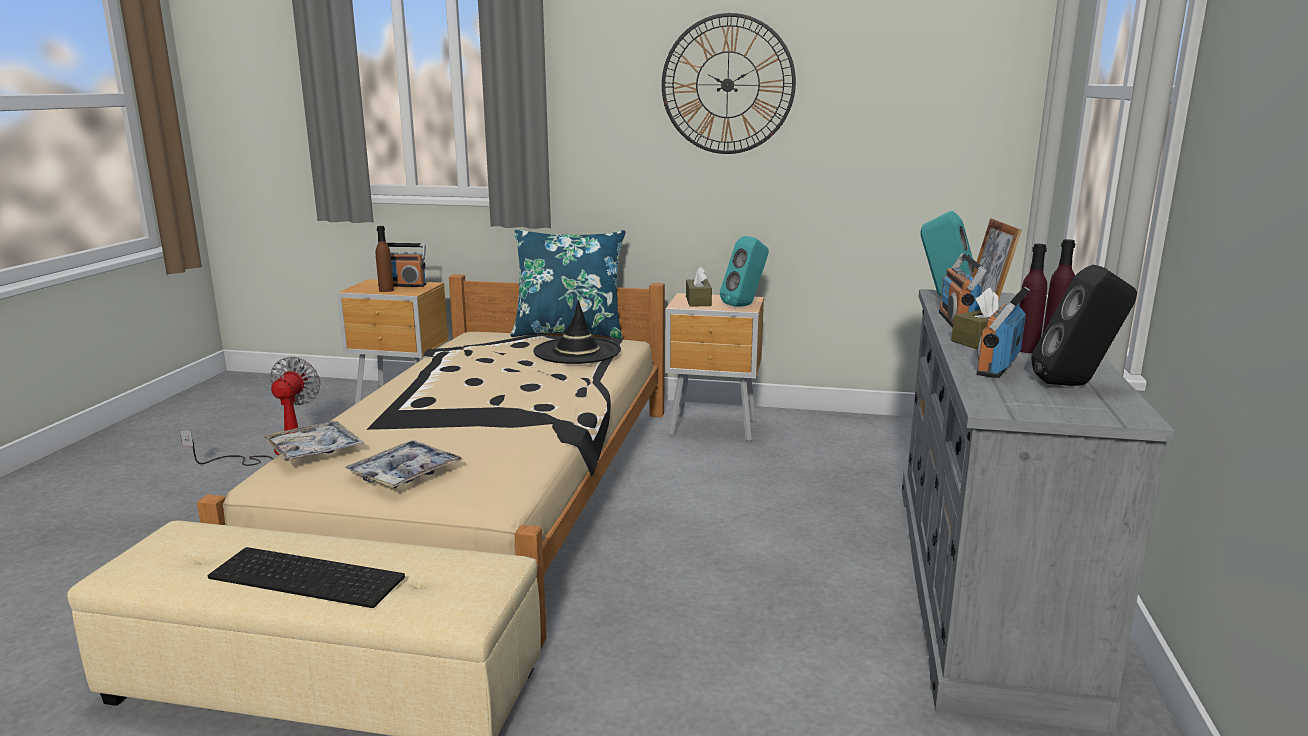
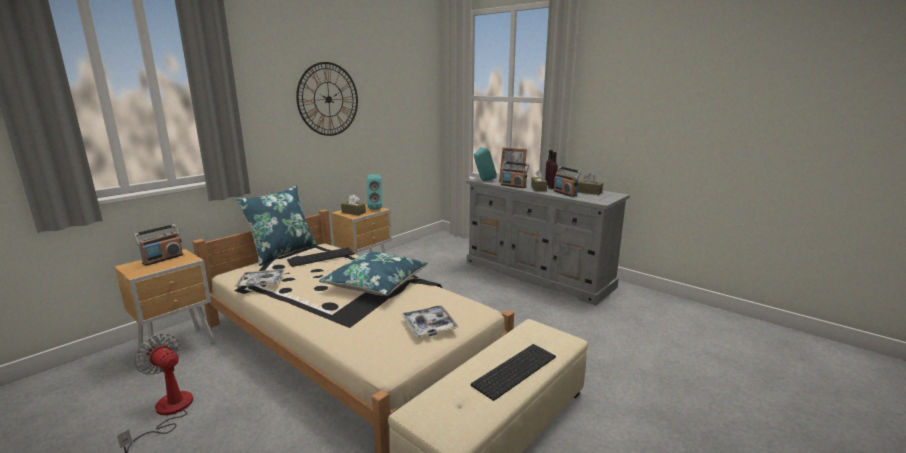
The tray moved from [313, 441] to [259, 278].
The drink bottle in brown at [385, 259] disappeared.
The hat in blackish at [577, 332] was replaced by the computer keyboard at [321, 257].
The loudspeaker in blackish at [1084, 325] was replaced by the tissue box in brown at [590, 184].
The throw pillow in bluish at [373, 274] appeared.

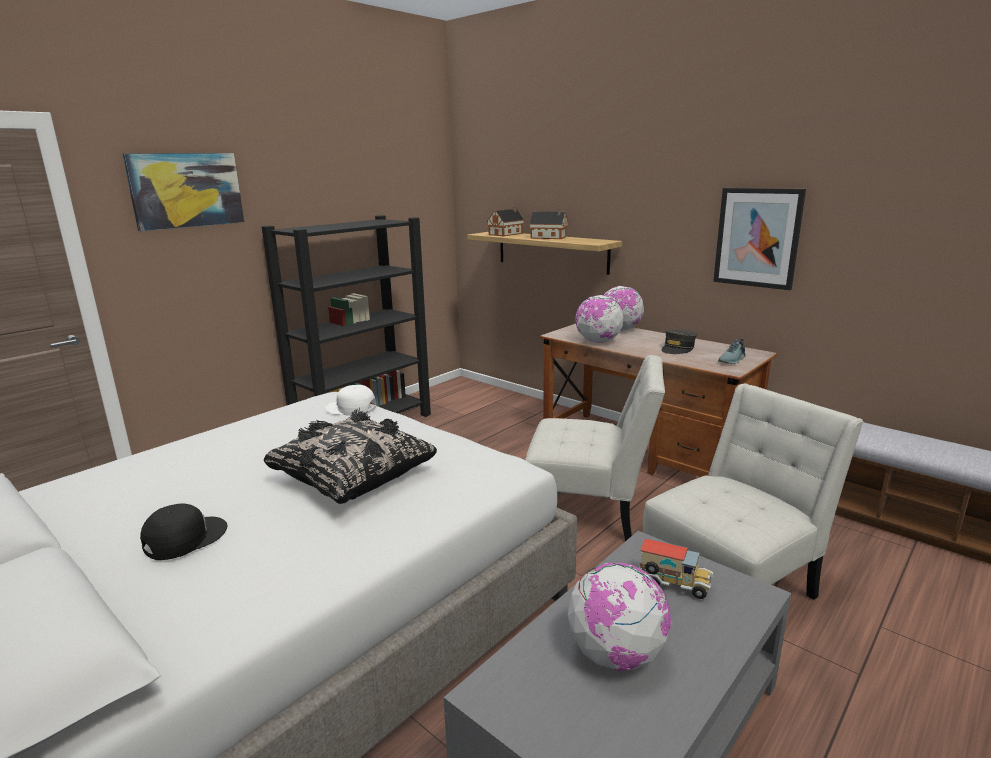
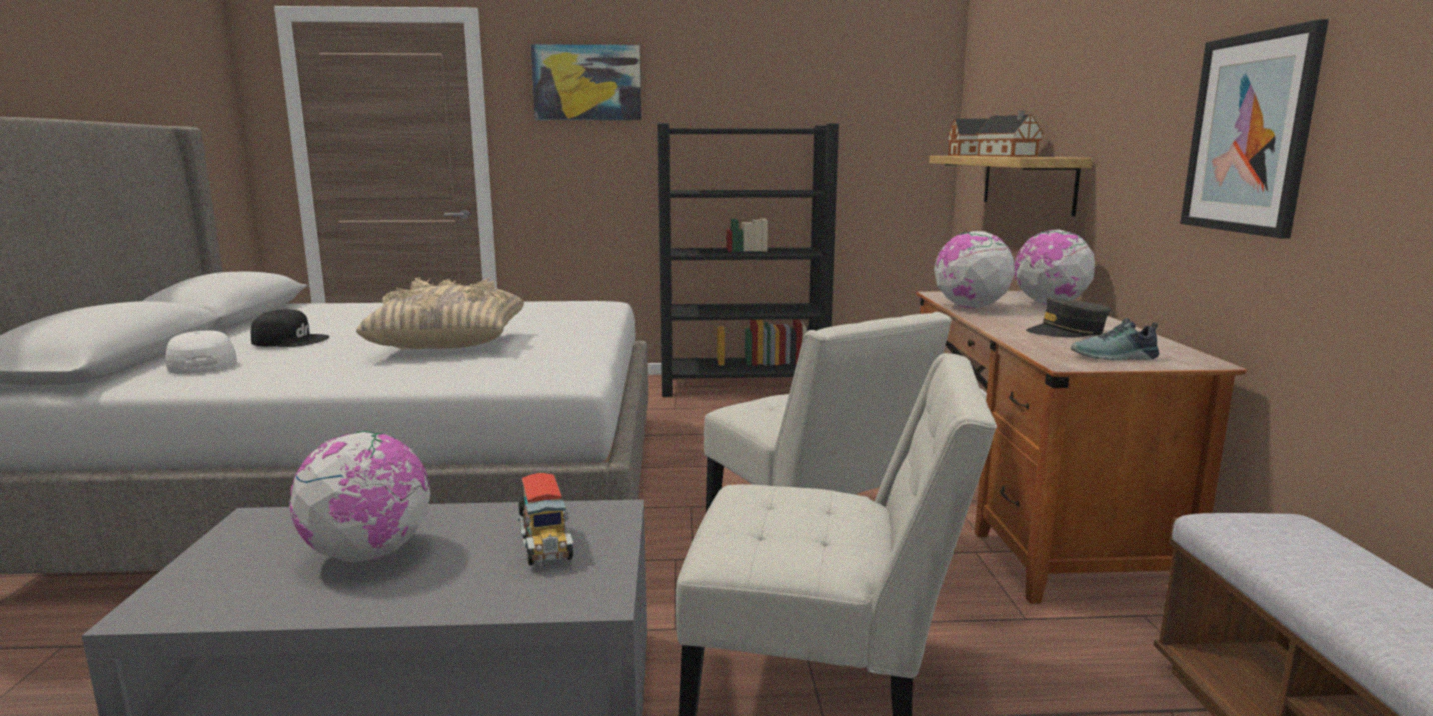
The throw pillow in blackish at [350, 456] became the throw pillow in sand-coloured at [440, 313].
The peaked cap in white moved from [351, 400] to [201, 352].

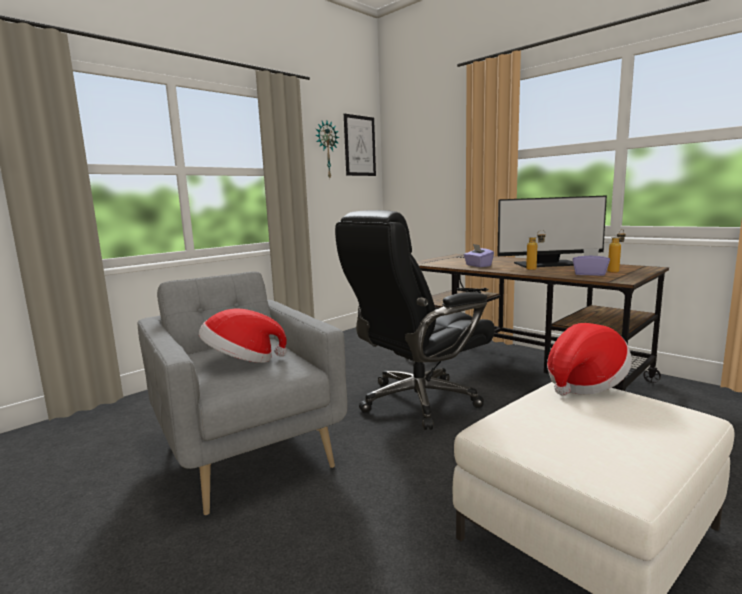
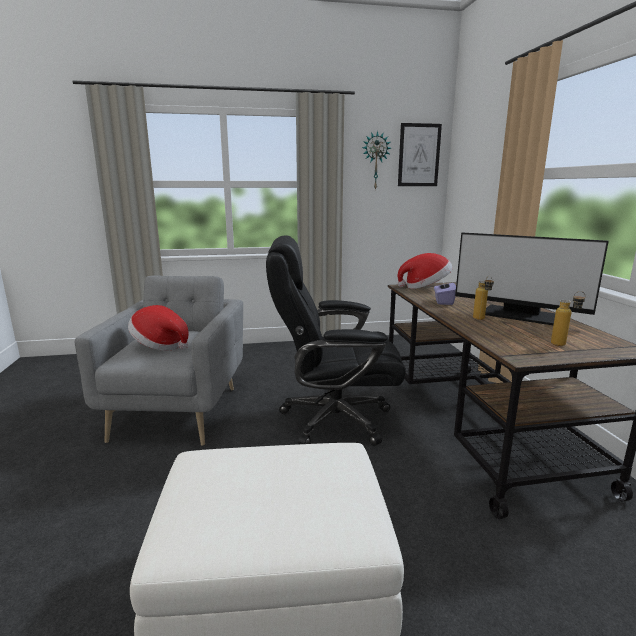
The hat moved from [589, 359] to [425, 271].
The tissue box in purplish at [591, 262] disappeared.

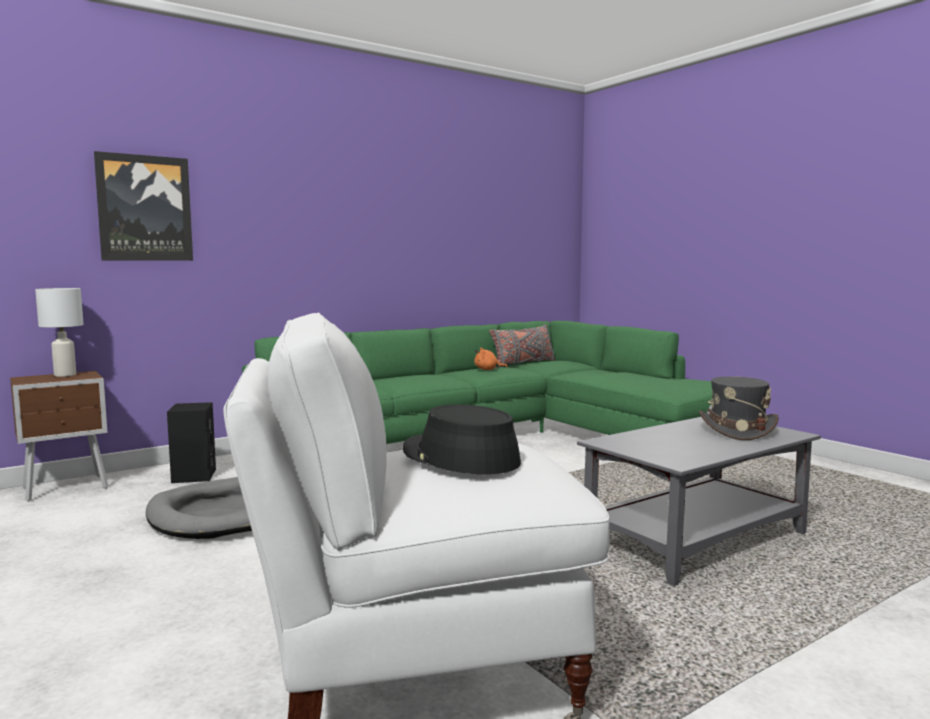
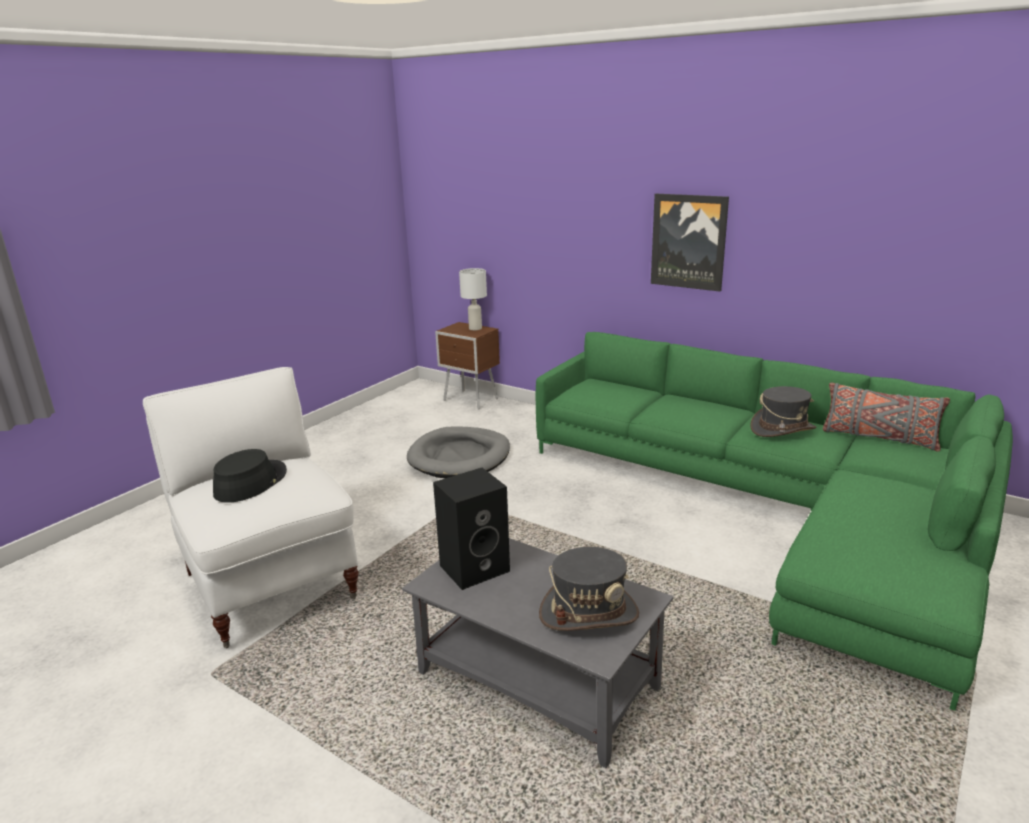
The wall art moved from [143, 206] to [690, 243].
The loudspeaker in blackish moved from [191, 442] to [471, 529].
The soft toy in orange-coloured at [491, 359] was replaced by the hat in greyish at [783, 411].

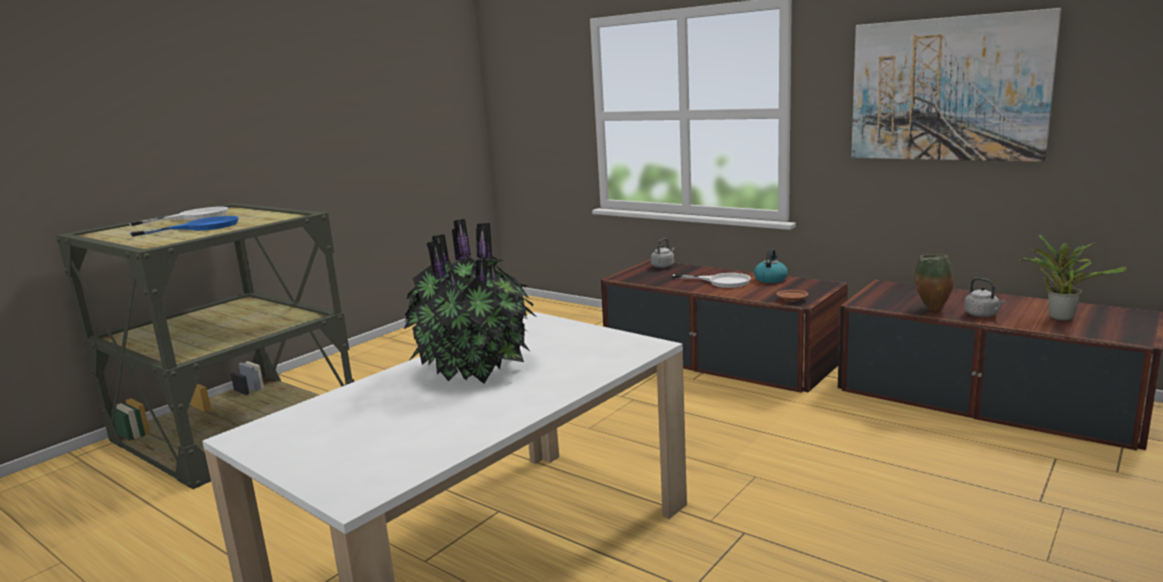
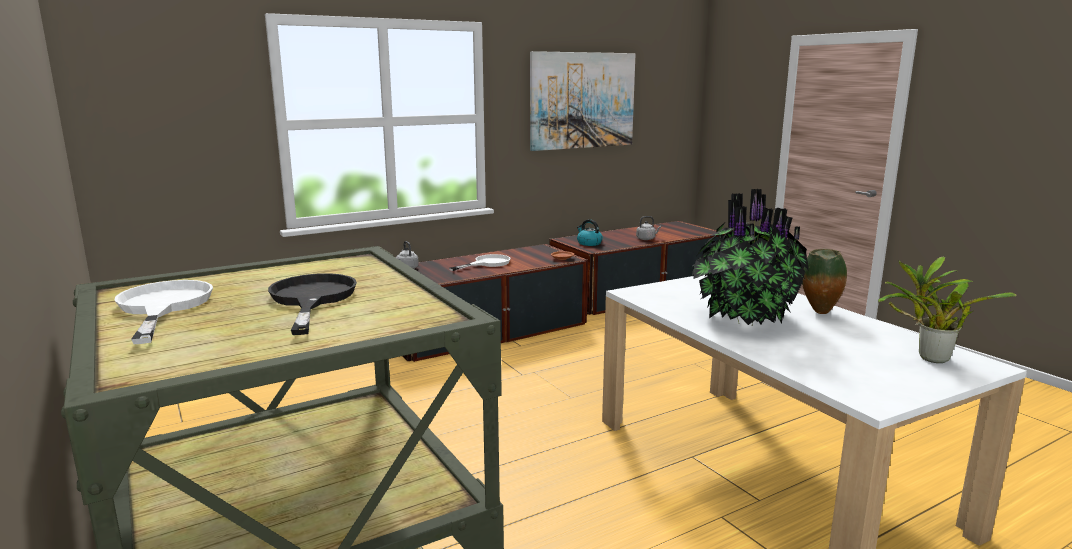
The skillet in bluish at [184, 226] became the skillet in blackish at [312, 304].
The kettle moved from [771, 266] to [590, 232].
The decorative vase moved from [934, 282] to [825, 281].
The potted plant moved from [1072, 277] to [947, 309].

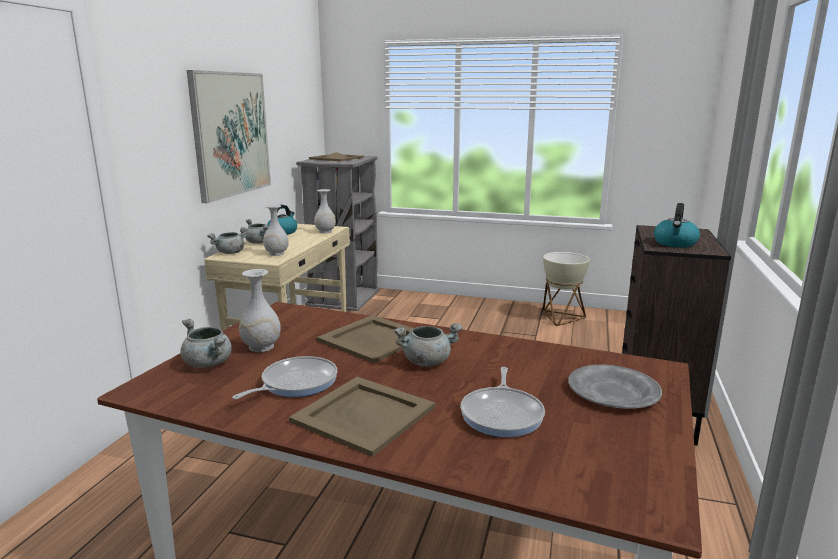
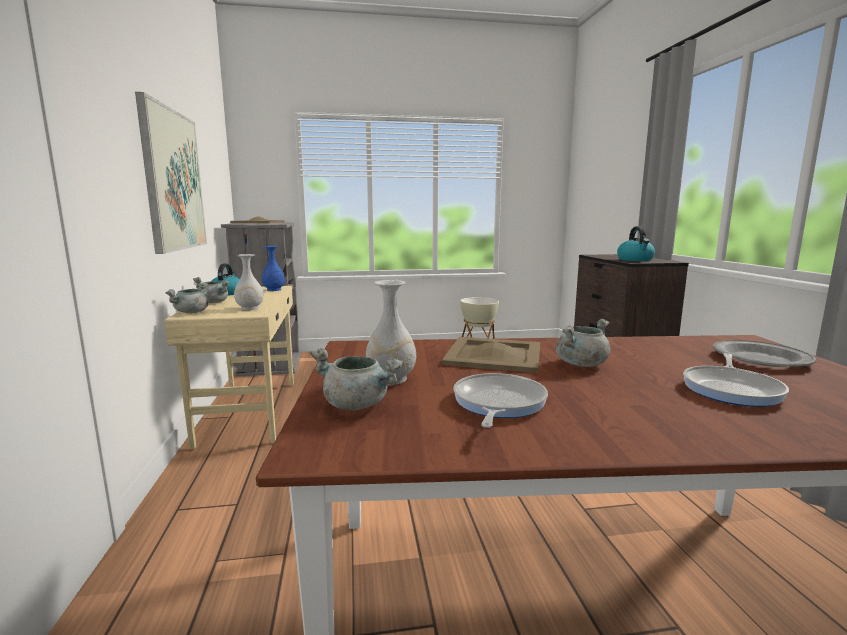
The tray in sand-coloured at [362, 417] disappeared.
The decorative vase in white at [325, 211] became the decorative vase in bluish at [273, 268].
The skillet at [503, 402] turned 45 degrees clockwise.

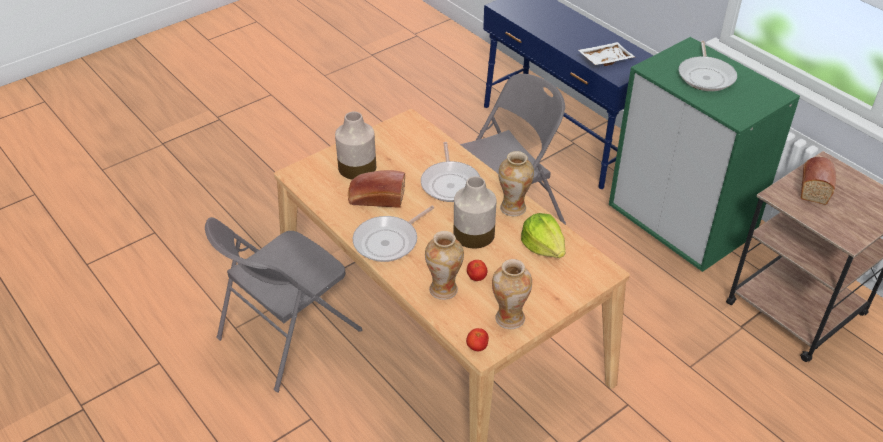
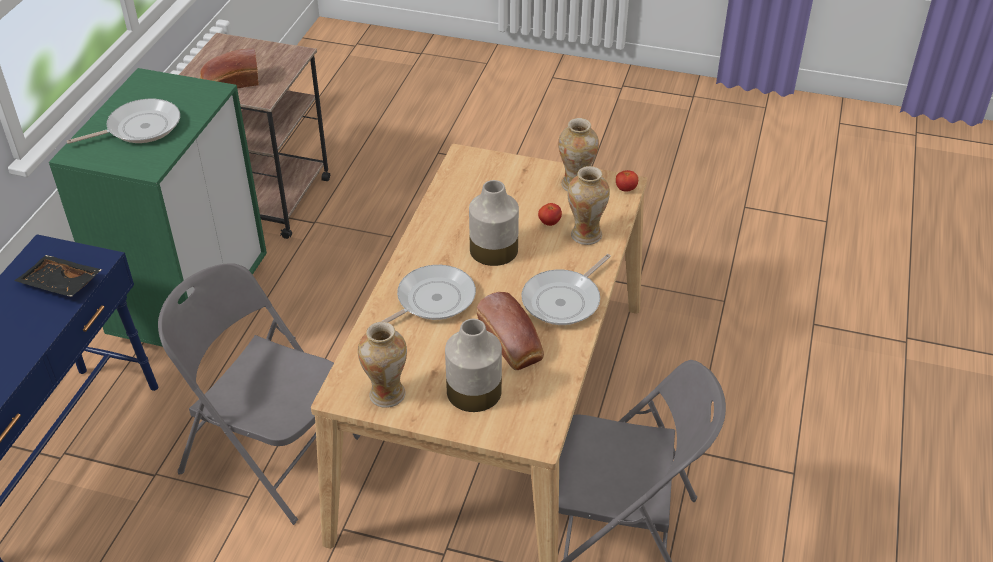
The skillet at [393, 234] turned 120 degrees clockwise.
The decorative vase moved from [516, 183] to [382, 365].
The lettuce head at [543, 235] disappeared.
The tray in white at [606, 54] became the tray in blackish at [58, 276].

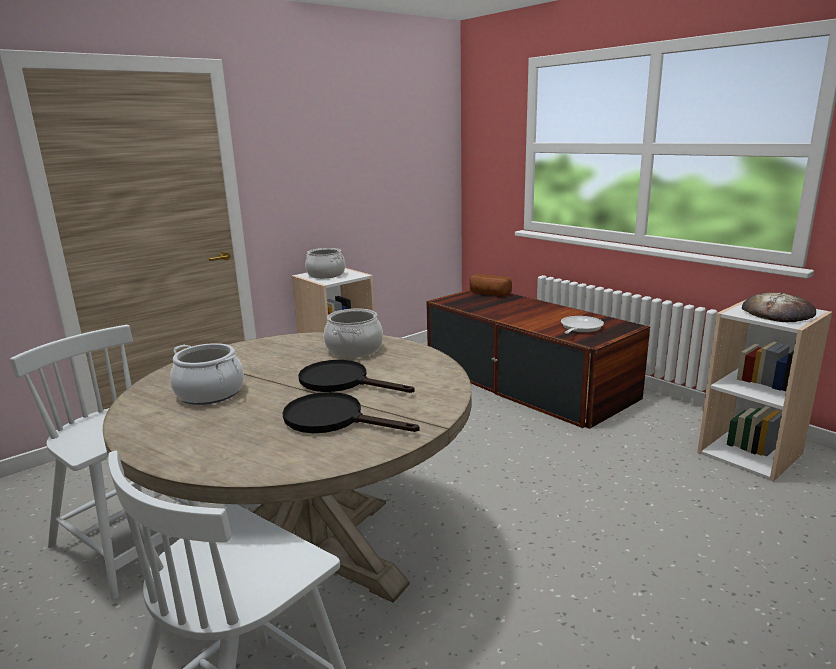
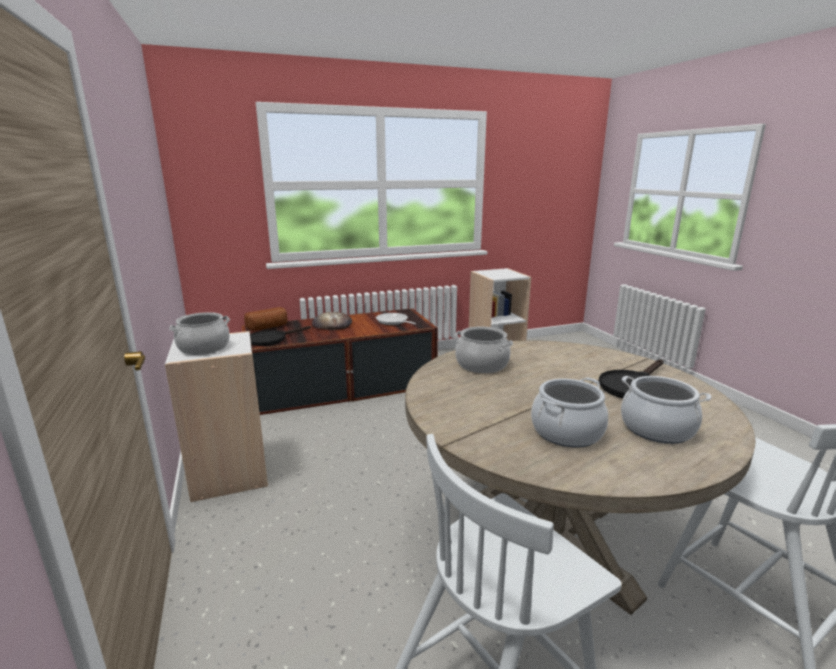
The skillet in blackish moved from [356, 376] to [280, 336].
The baked bread moved from [779, 307] to [332, 321].
The saucepot at [666, 410] appeared.

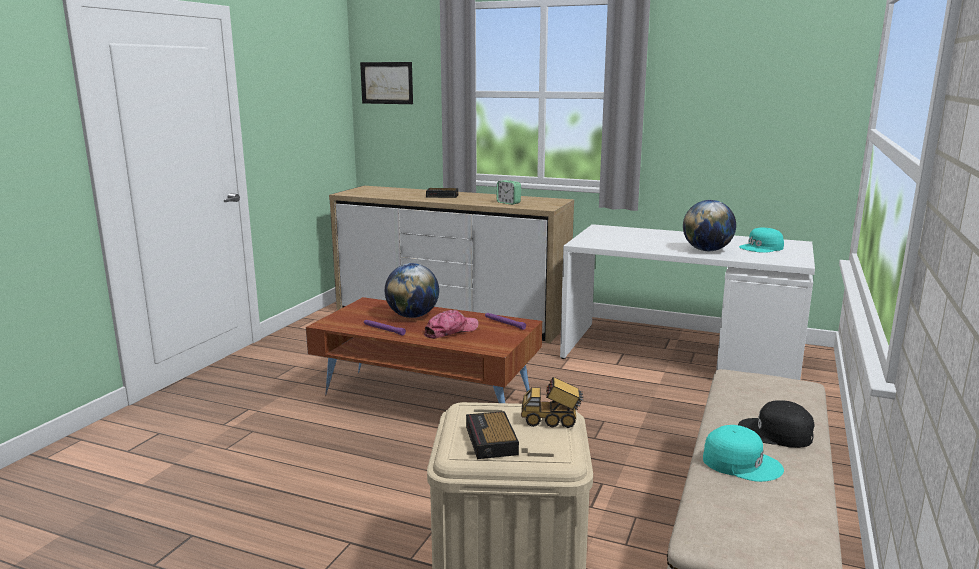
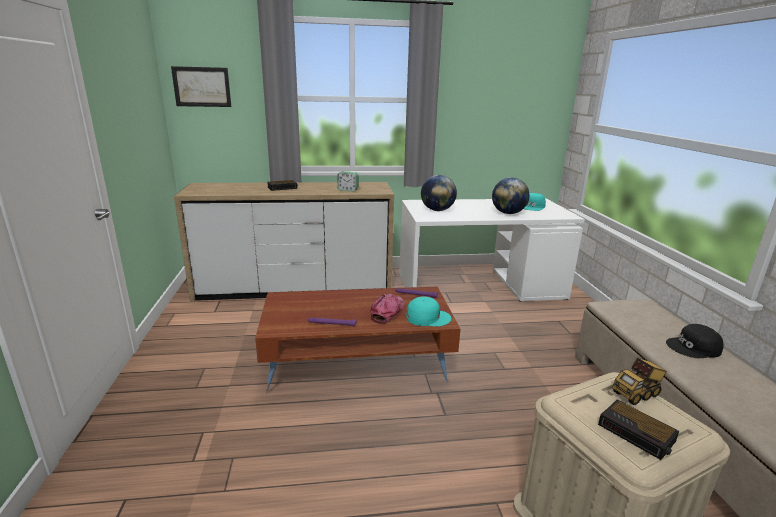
The globe moved from [412, 290] to [439, 193].
The peaked cap in turquoise moved from [743, 453] to [429, 311].

